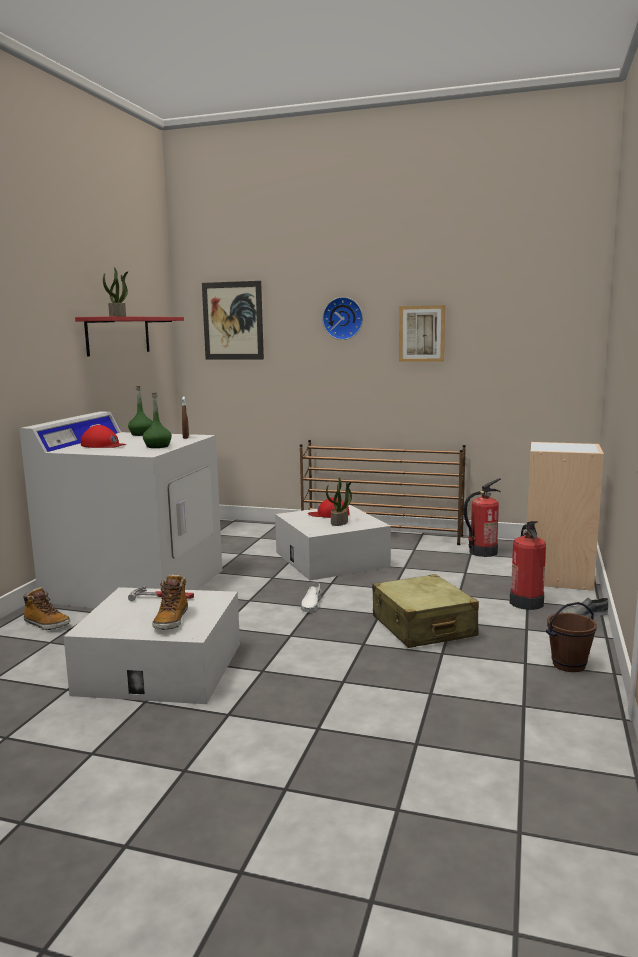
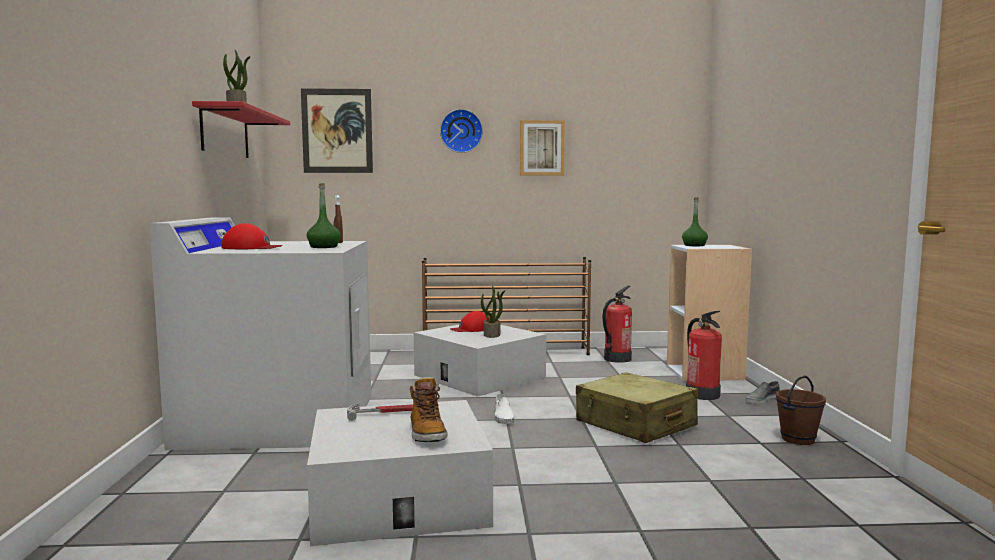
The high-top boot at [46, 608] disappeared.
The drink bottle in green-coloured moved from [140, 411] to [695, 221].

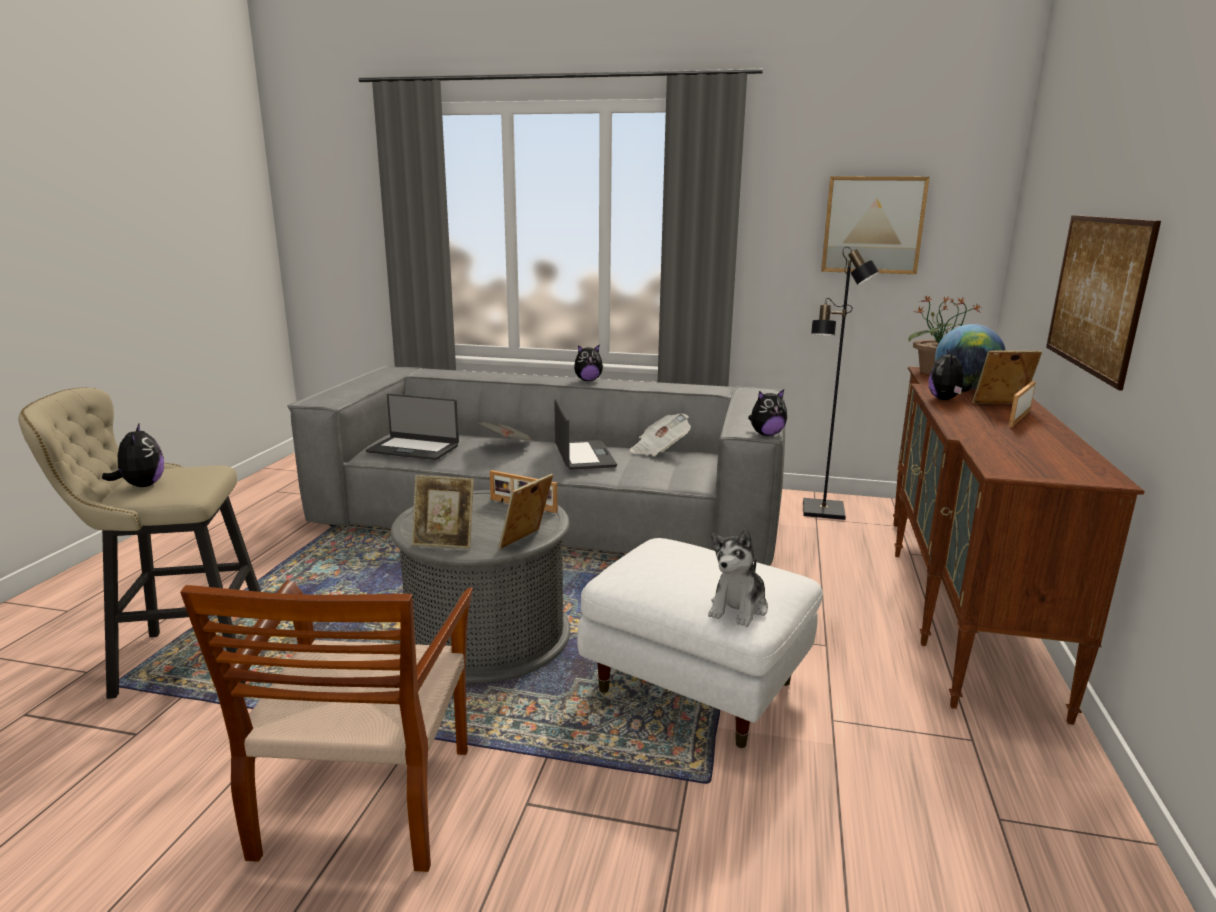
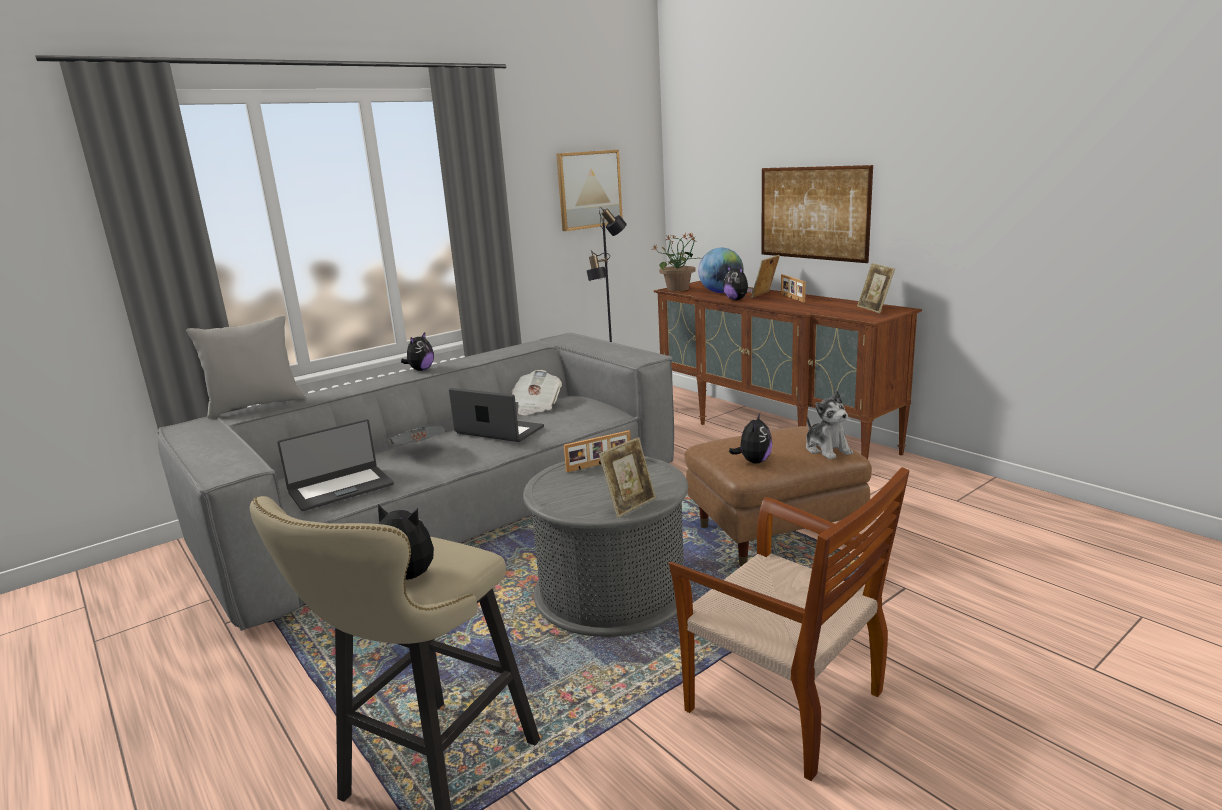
The photo frame moved from [525, 511] to [876, 288].
The ottoman in white at [700, 643] became the ottoman in brown at [778, 496].
The soft toy moved from [767, 413] to [750, 438].
The throw pillow in greyish at [245, 367] appeared.

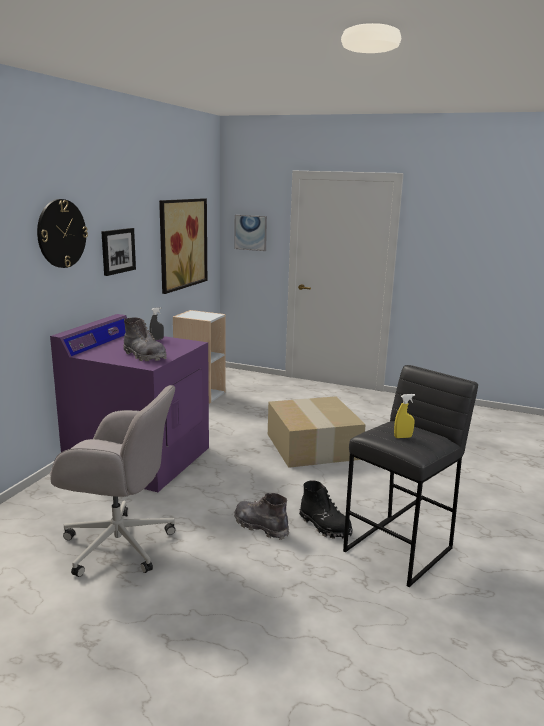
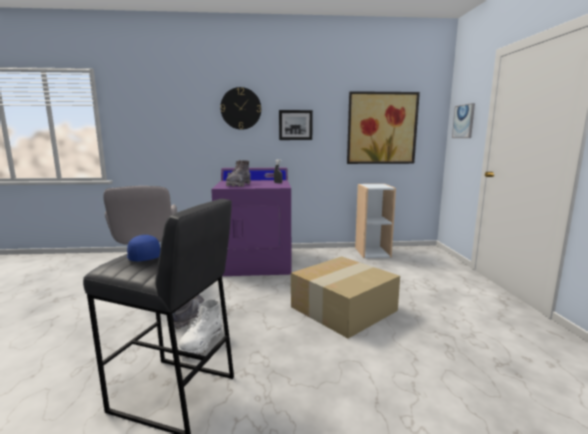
The high-top boot in blackish at [326, 509] became the high-top boot in white at [201, 328].
The hand sprayer in yellow-coloured at [404, 416] was replaced by the peaked cap in bluish at [143, 248].

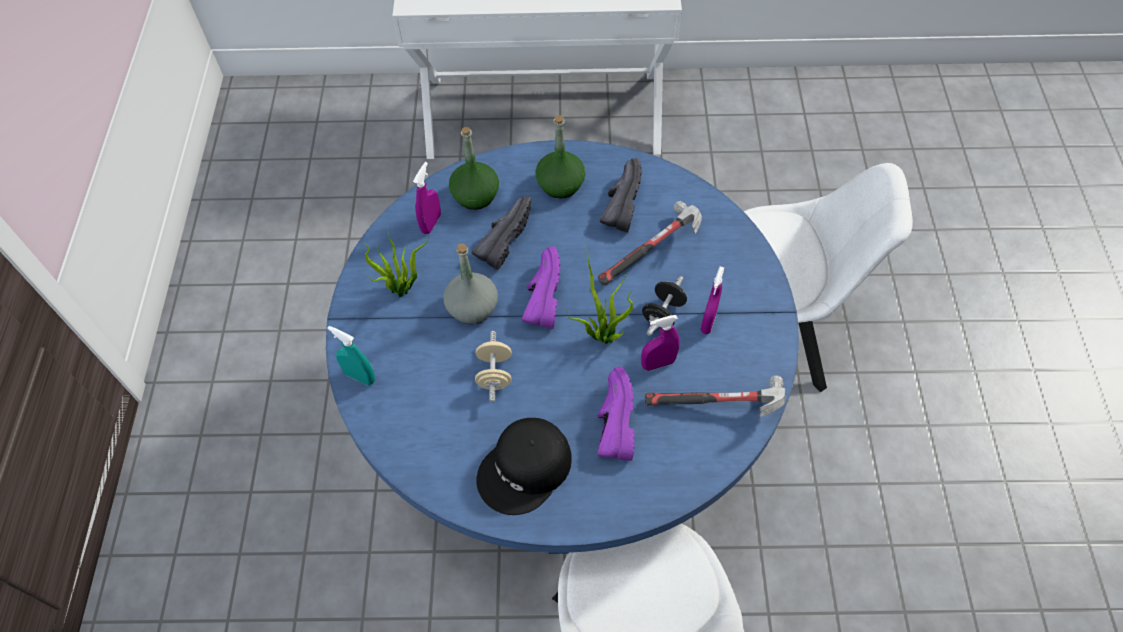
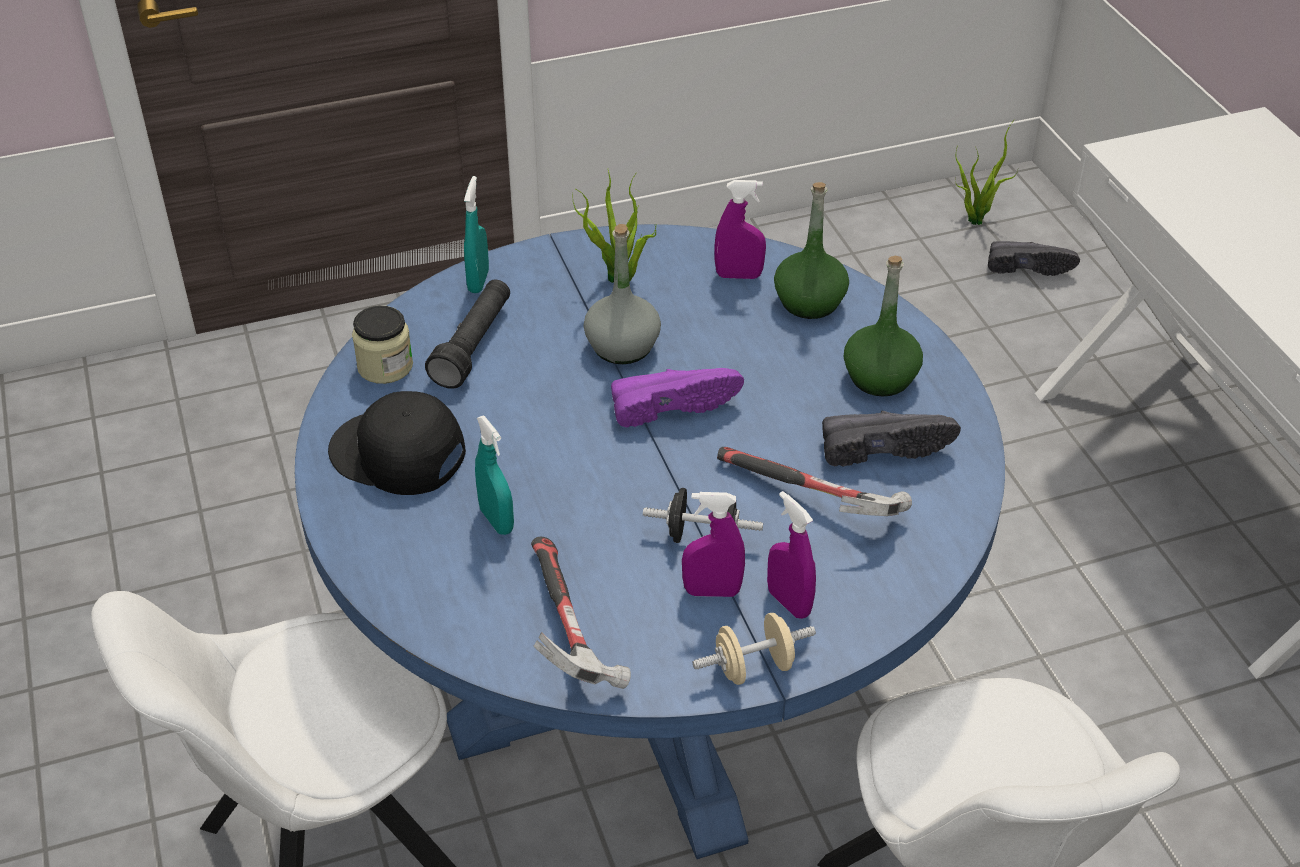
The low shoe in blackish moved from [501, 233] to [1034, 258].
The dumbbell in sand-coloured moved from [493, 366] to [754, 649].
The potted plant moved from [599, 294] to [986, 172].
The low shoe in purplish at [616, 414] was replaced by the hand sprayer in turquoise at [494, 475].
The hand sprayer in purplish moved from [660, 343] to [791, 555].
The jar at [382, 345] appeared.
The hand torch in blackish at [467, 334] appeared.

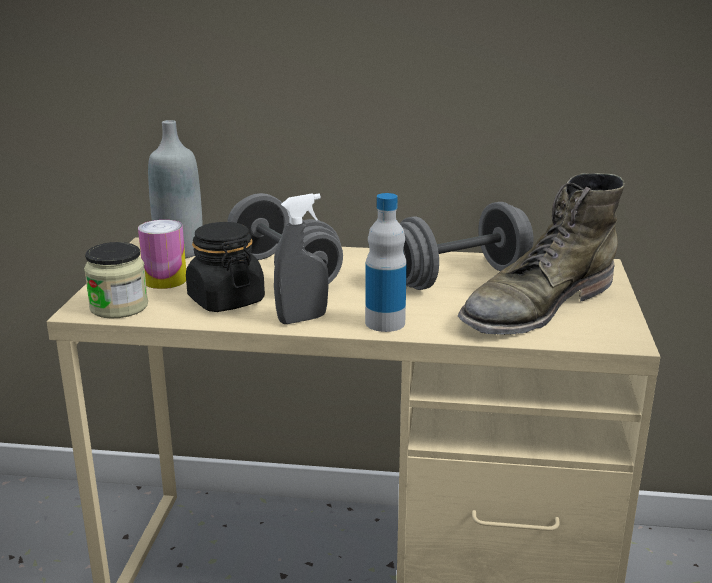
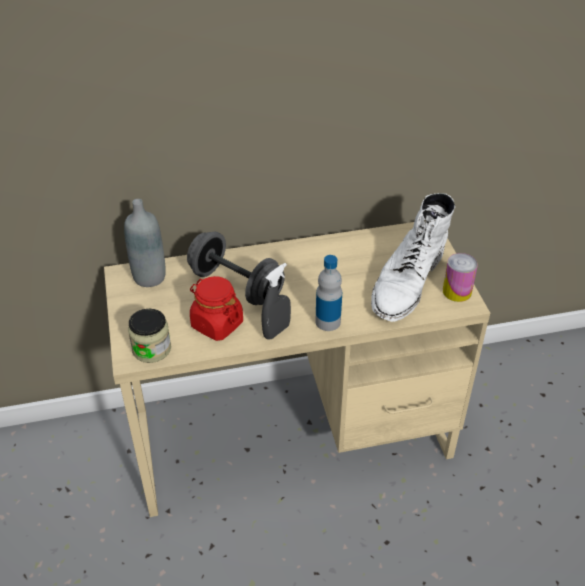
The metal can moved from [162, 254] to [460, 277].
The jar in blackish at [225, 267] became the jar in reddish at [216, 308].
The dumbbell in greyish at [466, 246] disappeared.
The high-top boot in green-coloured at [541, 254] became the high-top boot in white at [413, 257].

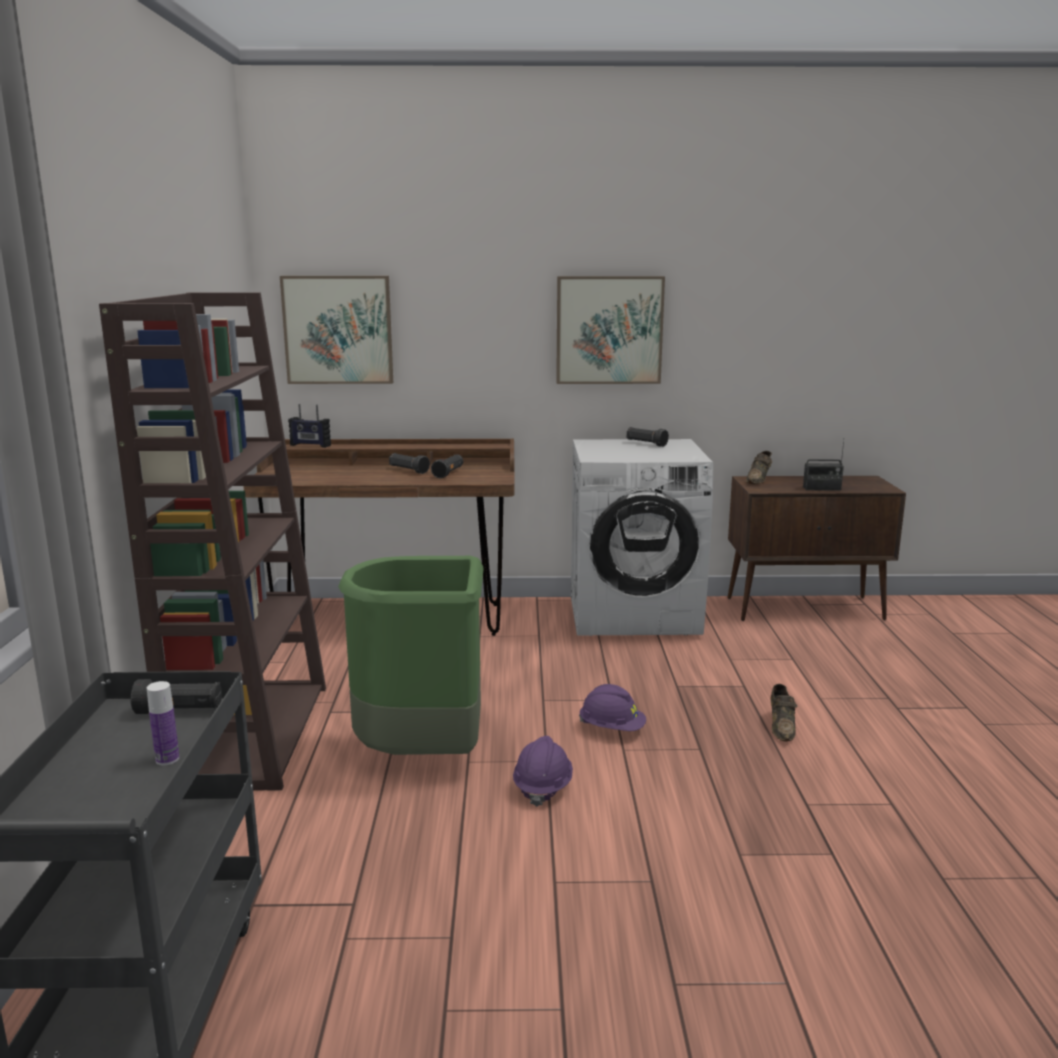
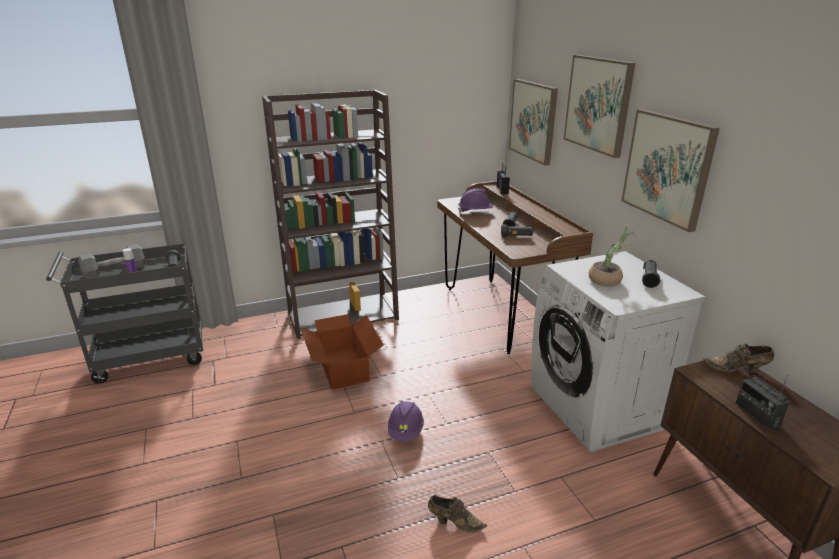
The rubbish bin in green-coloured at [411, 655] was replaced by the cardboard box at [342, 352].
The safety helmet in purplish moved from [543, 771] to [476, 200].
The low shoe in brown at [784, 712] turned 150 degrees counterclockwise.
The dumbbell in greyish at [111, 261] appeared.
The wall art at [599, 106] appeared.
The potted plant at [613, 255] appeared.

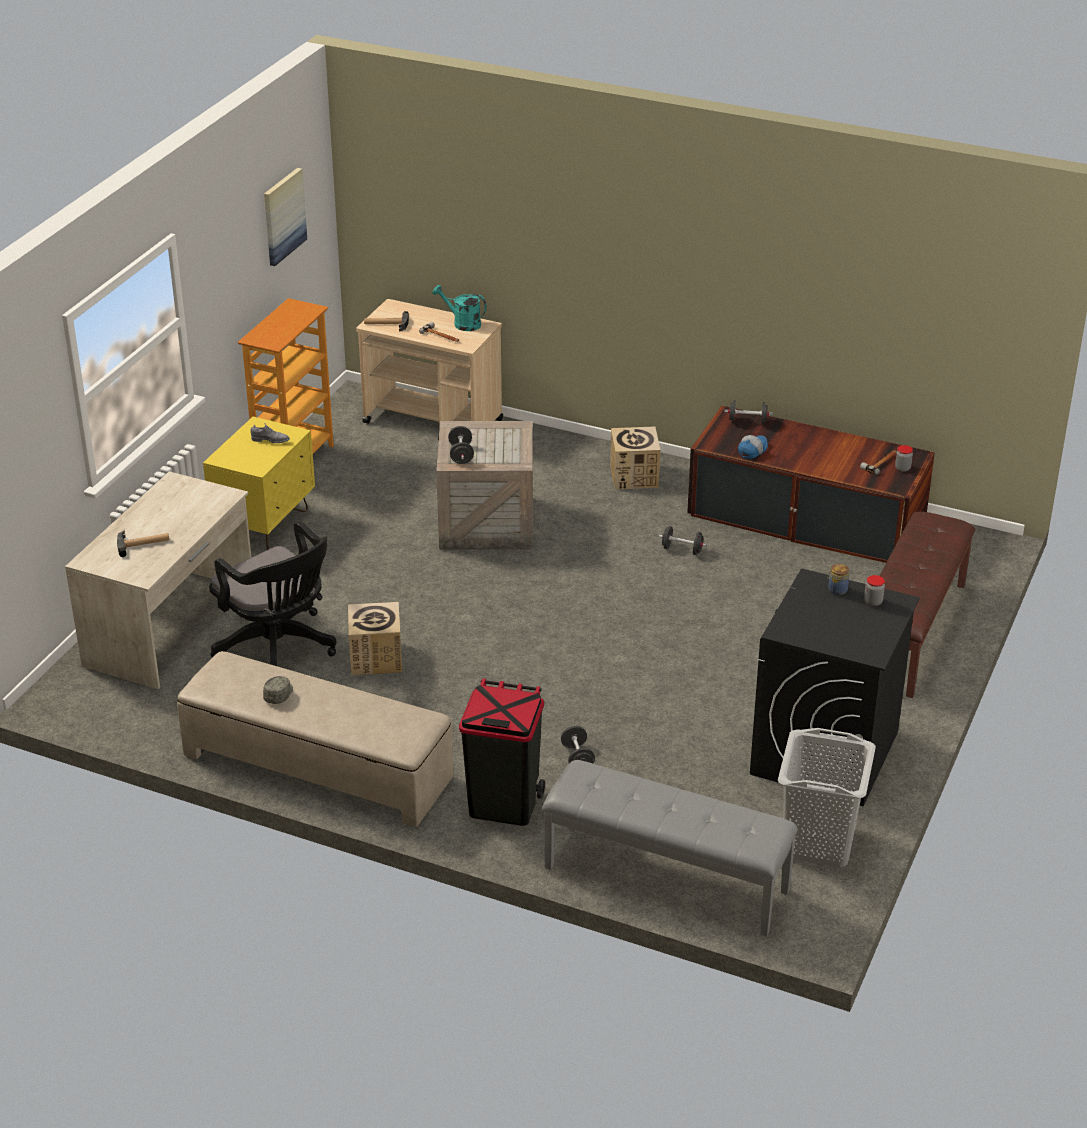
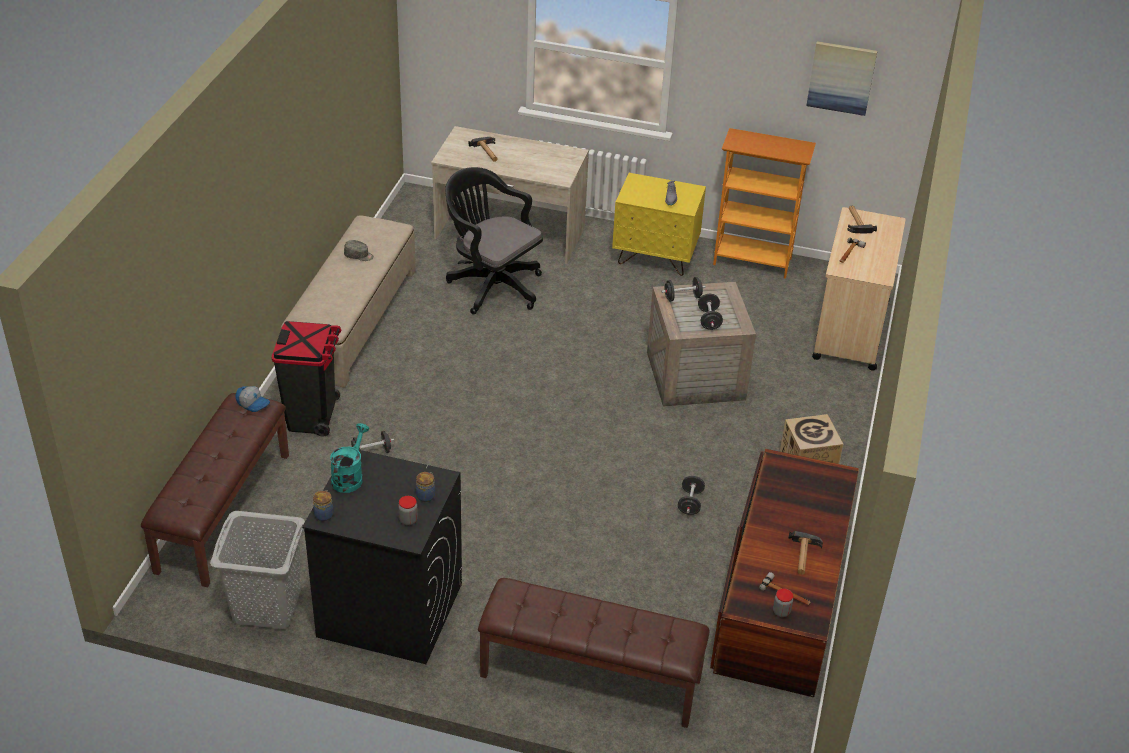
The desk chair in blackish at [273, 593] turned 90 degrees clockwise.
The cardboard box at [375, 638] disappeared.
The watering can in turquoise moved from [460, 308] to [349, 458].
The indoor bench in greyish at [670, 848] became the indoor bench in brown at [215, 490].
The dumbbell in blackish moved from [748, 412] to [710, 312].
The peaked cap moved from [753, 447] to [252, 399].
The jar at [323, 505] appeared.
The hand hammer at [805, 553] appeared.

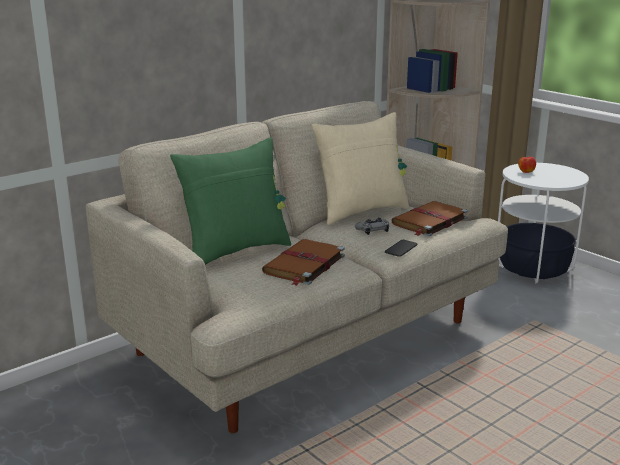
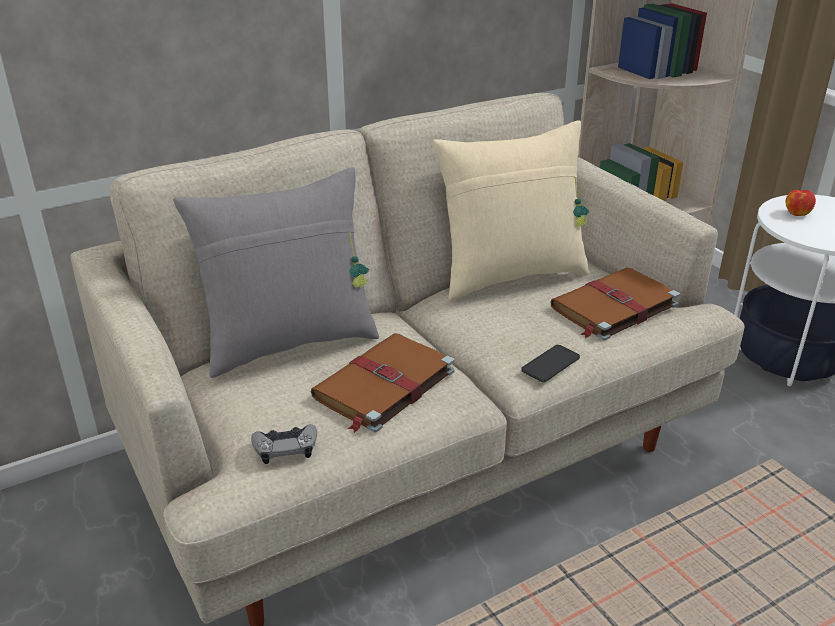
The throw pillow in green-coloured at [230, 201] became the throw pillow in greyish at [276, 272].
The joypad in greyish moved from [372, 226] to [284, 444].

